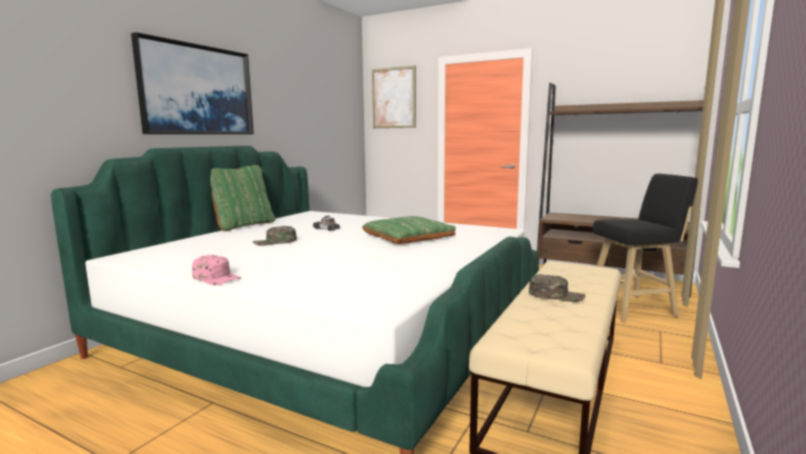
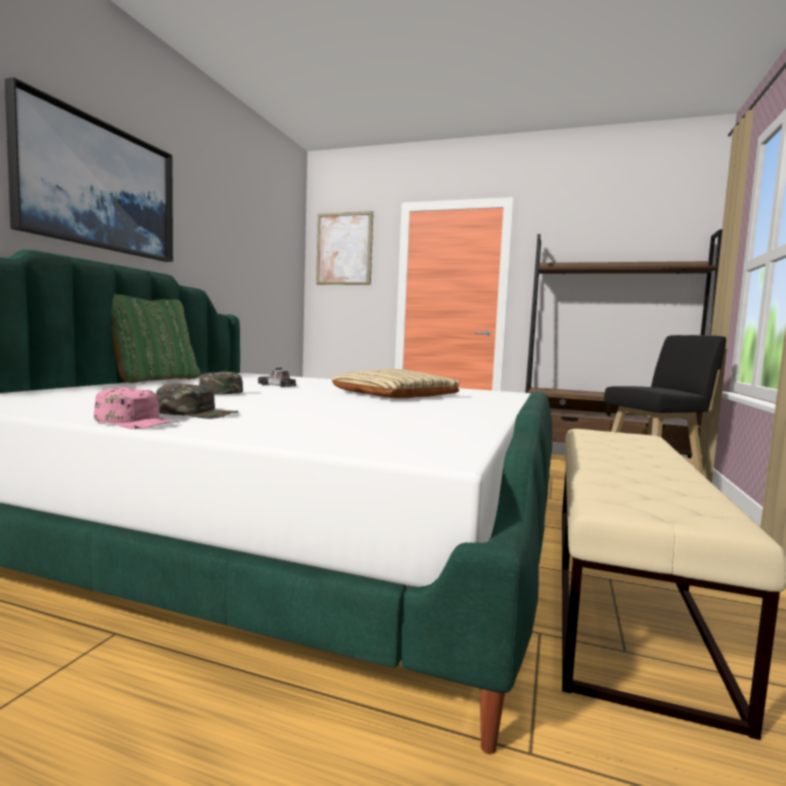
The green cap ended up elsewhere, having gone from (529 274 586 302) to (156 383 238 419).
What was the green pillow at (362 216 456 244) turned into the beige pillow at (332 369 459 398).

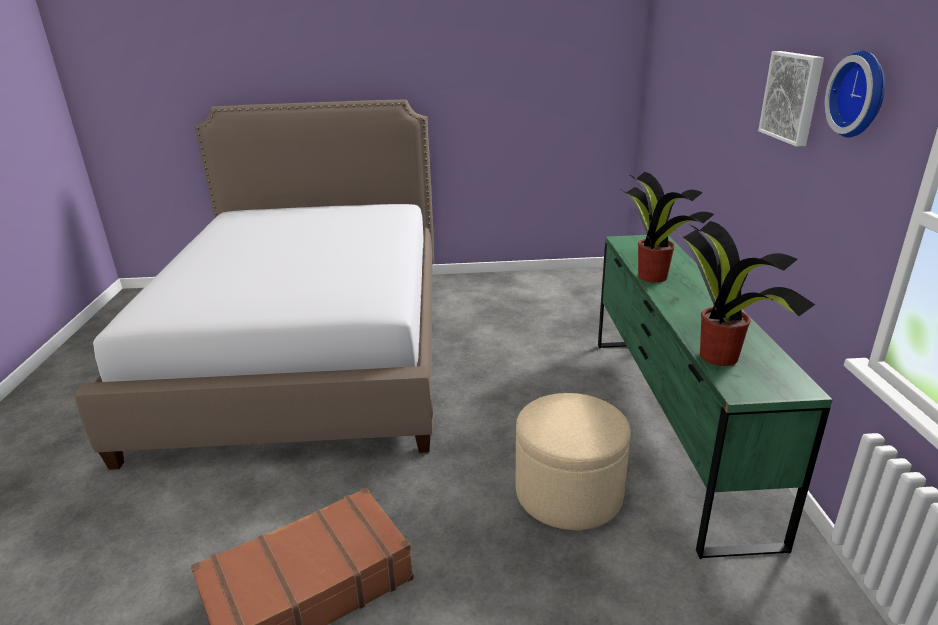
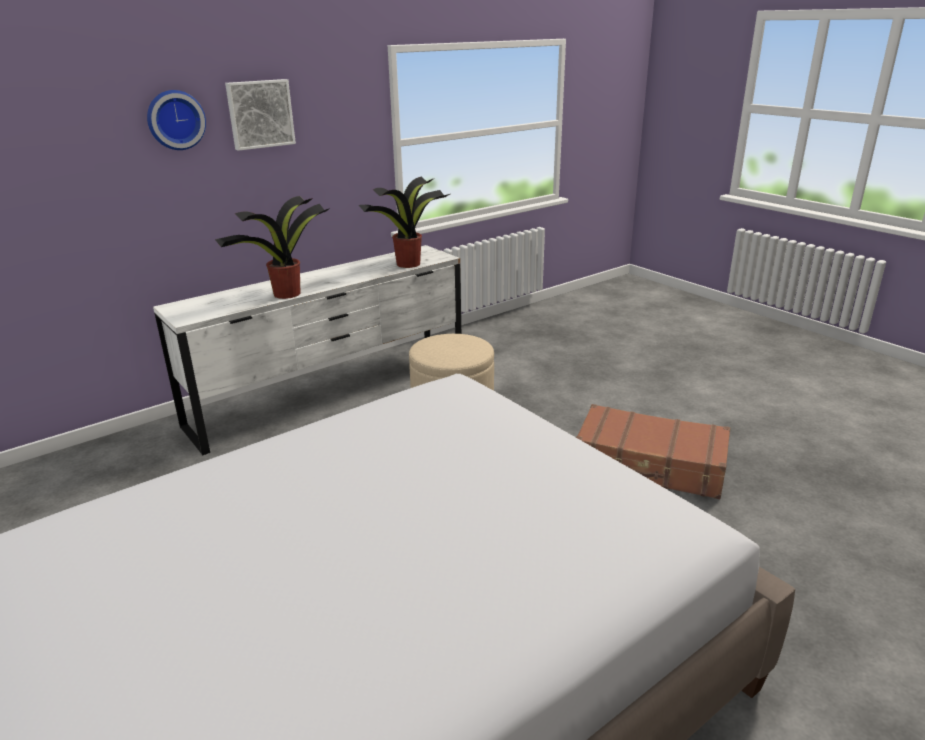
The wall clock ended up elsewhere, having gone from (825 50 885 138) to (147 90 206 150).
What was the green dresser at (598 235 833 559) turned into the white dresser at (153 245 461 456).

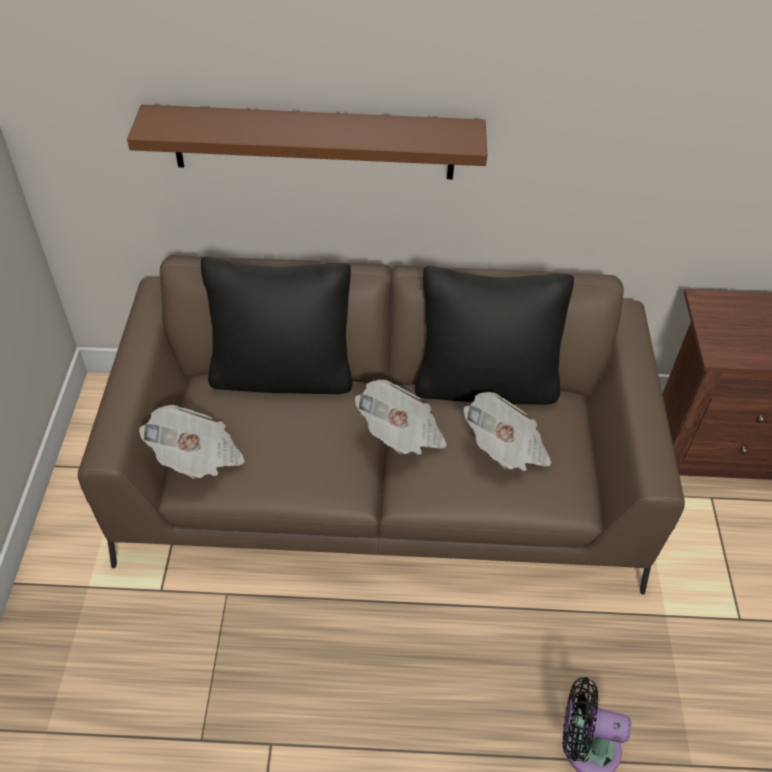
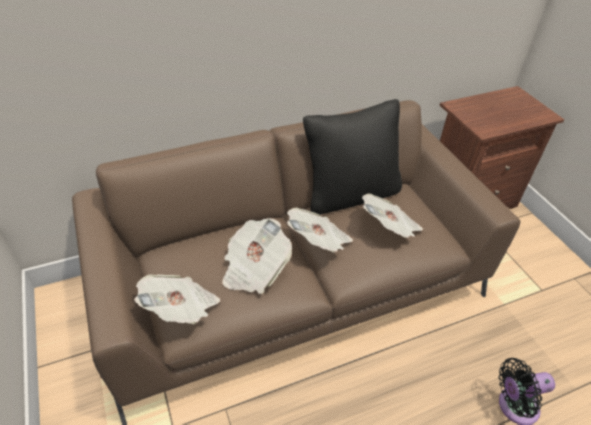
The second view lost the brown shelf at (127 104 487 179).
The second view lost the black pillow at (201 256 352 394).
The second view gained the newspaper at (222 218 292 294).

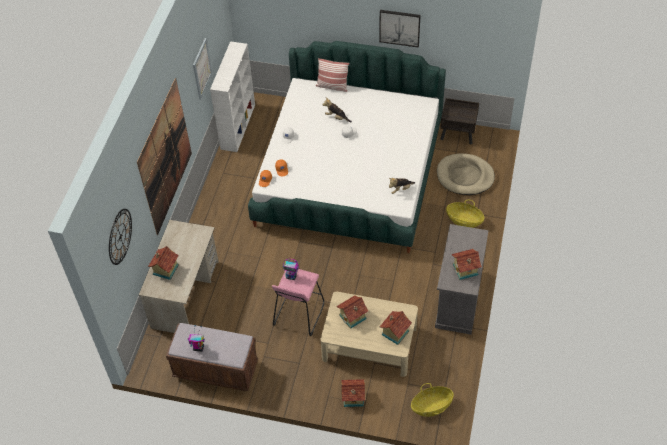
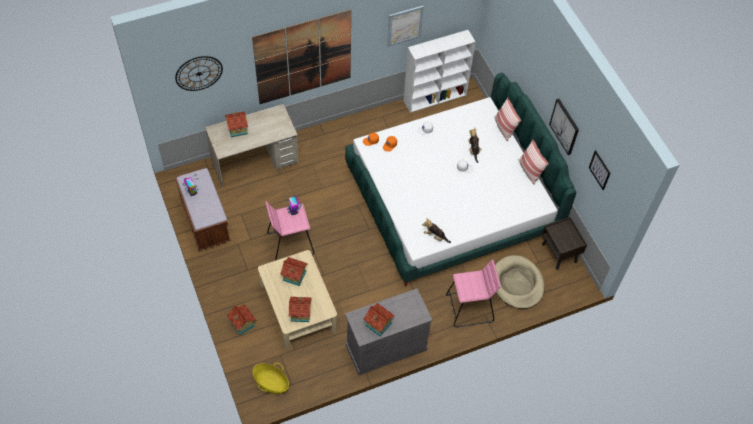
The second view gained the pillow at (519 140 549 185).
The second view gained the picture at (589 150 611 190).
Where the basket stood at (446 200 484 228), the pink stool came to stand at (446 259 501 327).

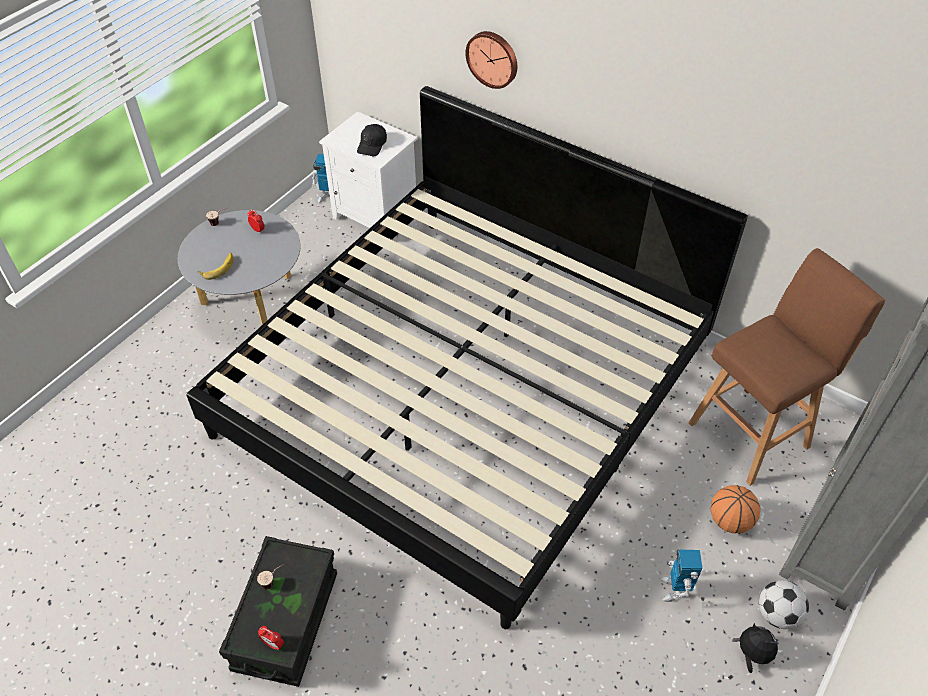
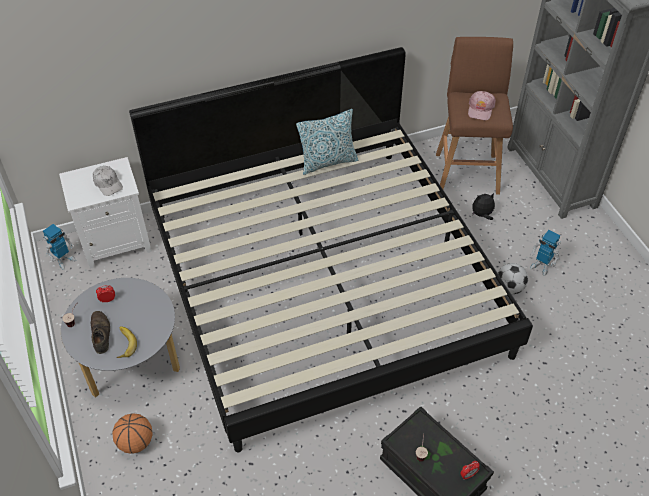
The second view lost the wall clock at (465 31 517 89).
The second view gained the brown shoe at (91 311 110 354).
The second view gained the pillow at (296 109 358 175).
The second view gained the pink cap at (468 91 496 120).
The basketball ended up elsewhere, having gone from (711 485 760 533) to (112 413 153 454).
The plush toy ended up elsewhere, having gone from (733 623 778 673) to (472 193 495 220).
The football ended up elsewhere, having gone from (759 580 809 629) to (498 263 528 294).
What was the black cap at (357 124 387 156) turned into the white cap at (93 166 123 196).

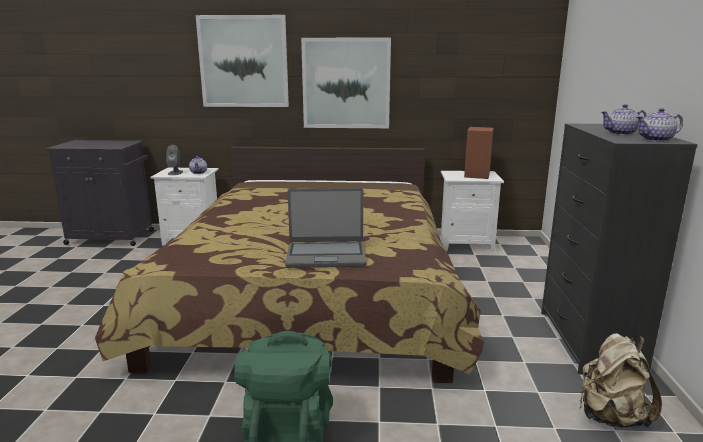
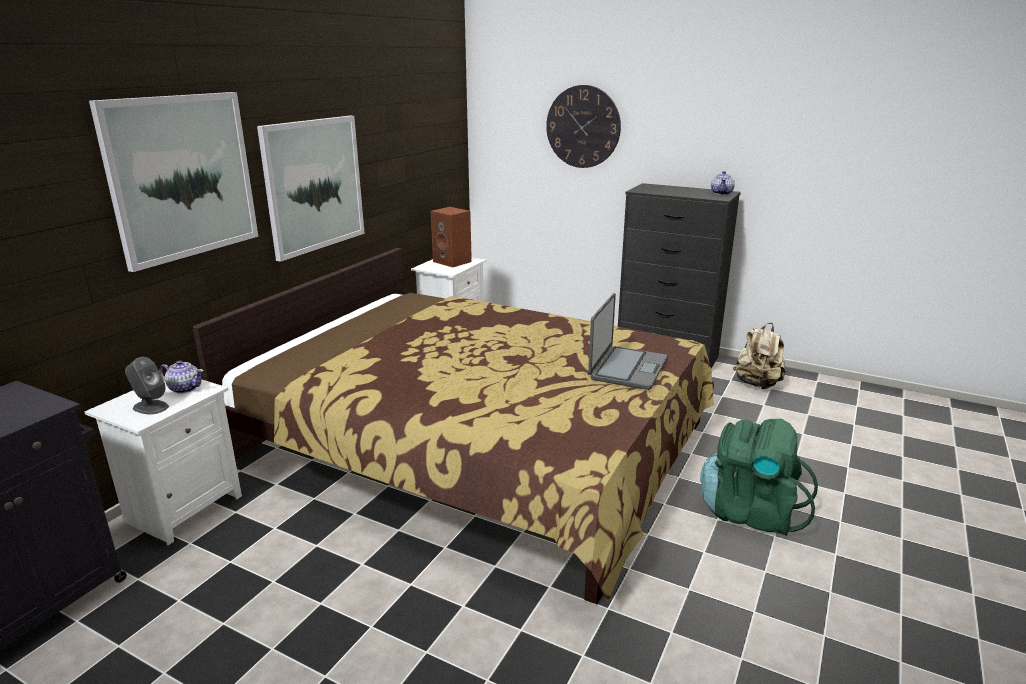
The second view lost the teapot at (601 104 647 135).
The second view gained the wall clock at (546 85 621 168).

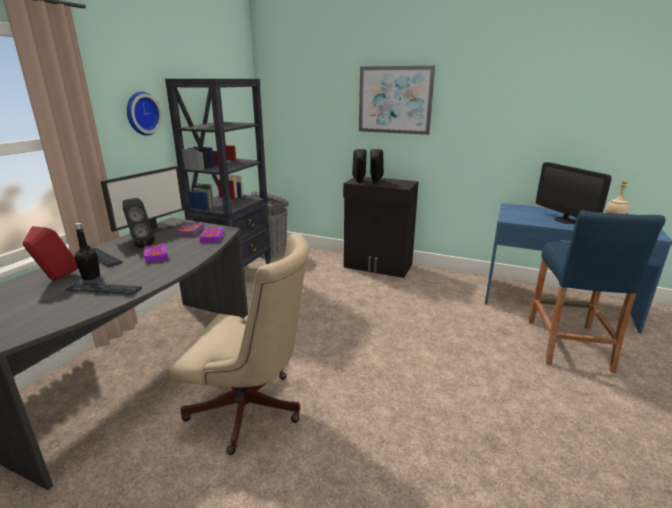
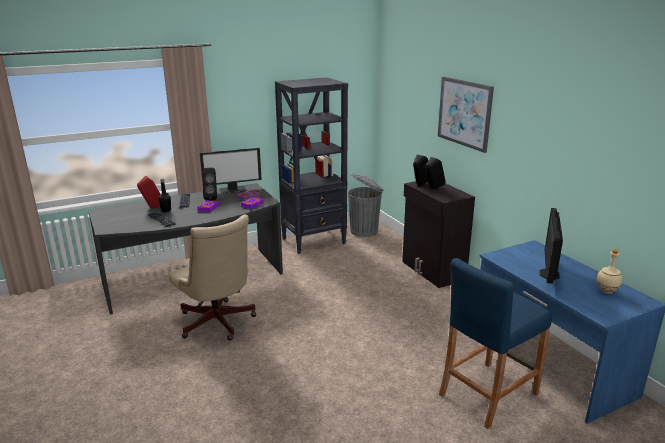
The second view lost the wall clock at (127 91 162 136).

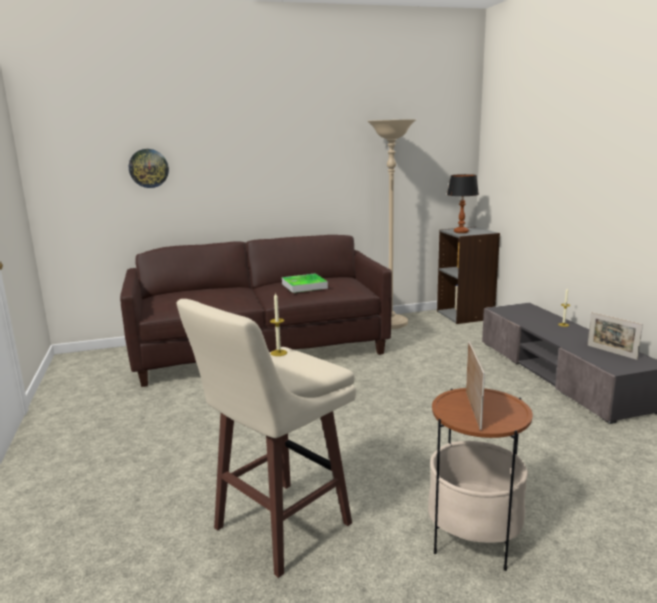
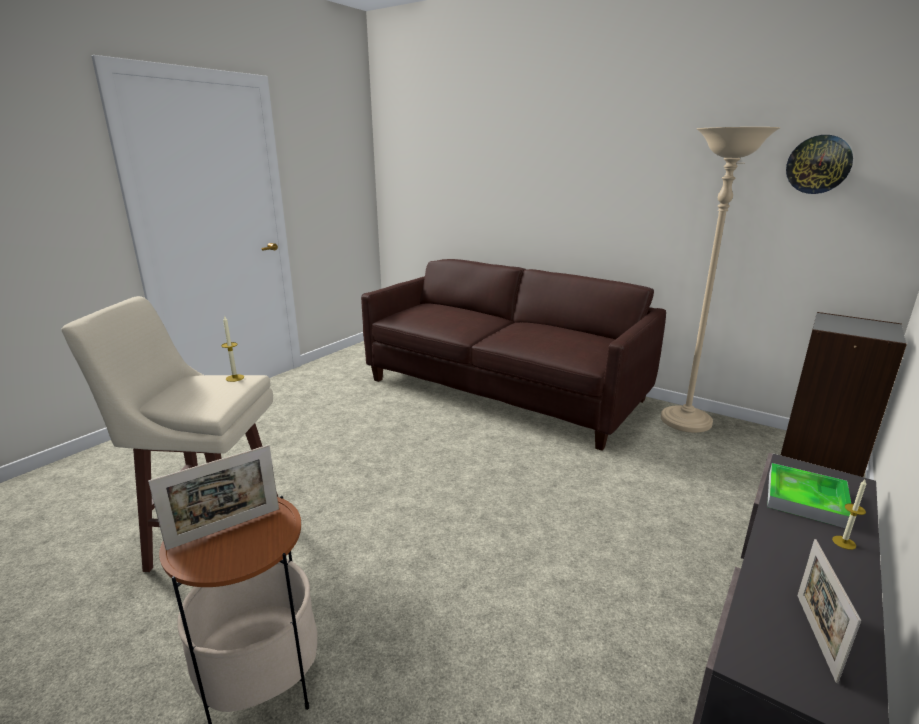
The second view lost the table lamp at (447 174 479 233).
The wall clock ended up elsewhere, having gone from (129 149 169 188) to (786 135 853 194).
The tray ended up elsewhere, having gone from (282 274 328 293) to (767 463 851 528).

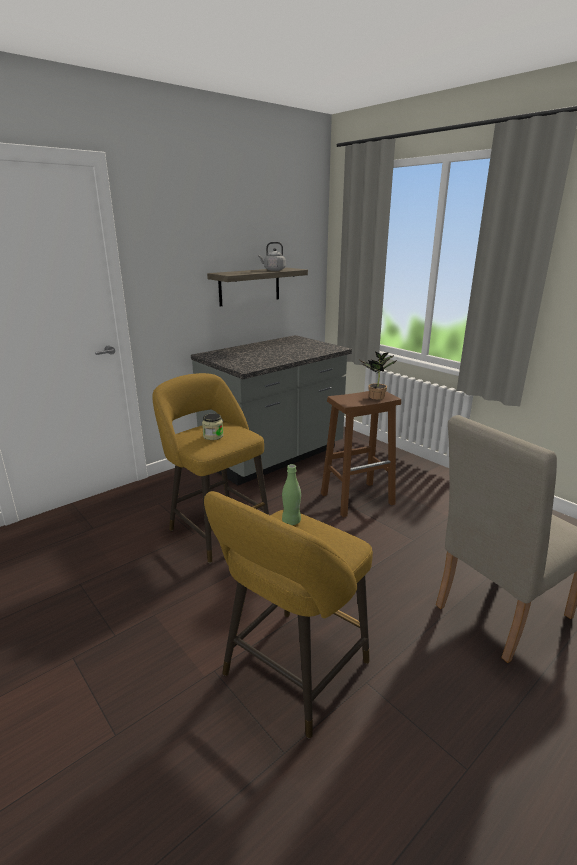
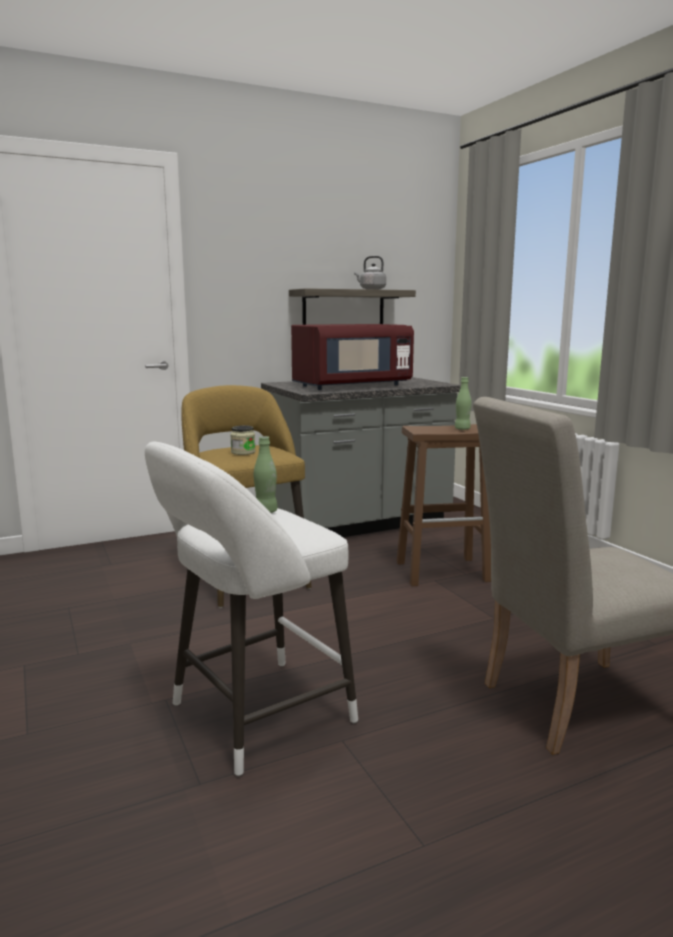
The second view gained the red microwave at (291 324 414 390).
Where the potted plant stood at (360 352 398 400), the green bottle came to stand at (455 377 472 430).
What was the yellow stool at (204 491 373 738) turned into the white stool at (145 441 358 776).

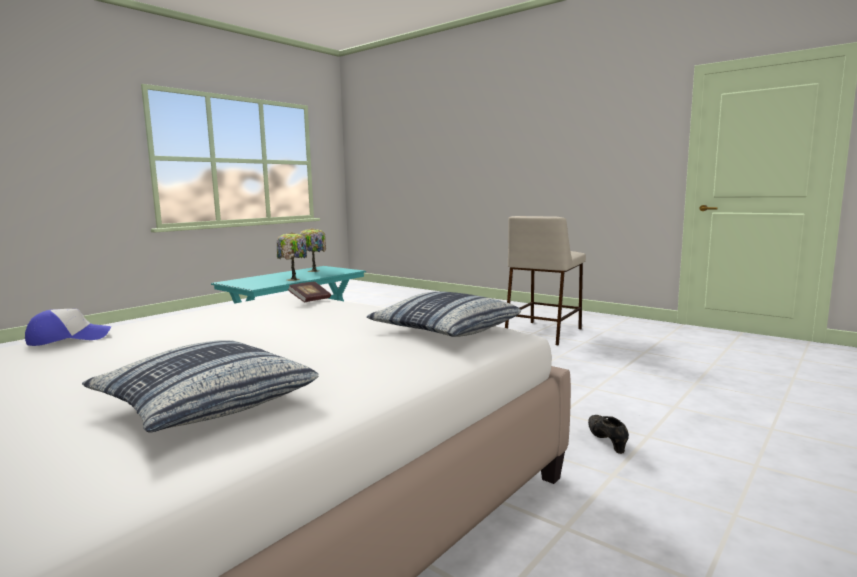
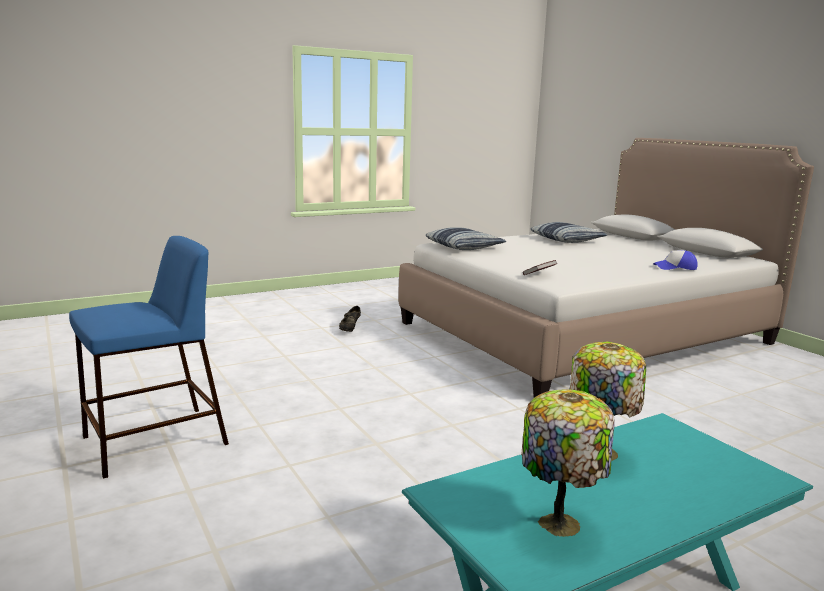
What was the beige stool at (505 216 586 345) turned into the blue stool at (69 236 229 479).

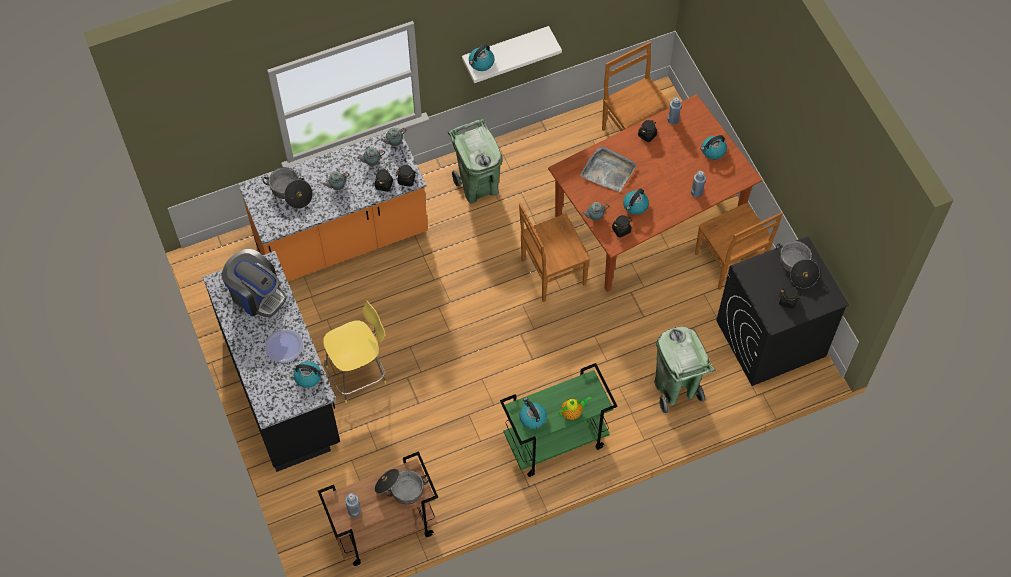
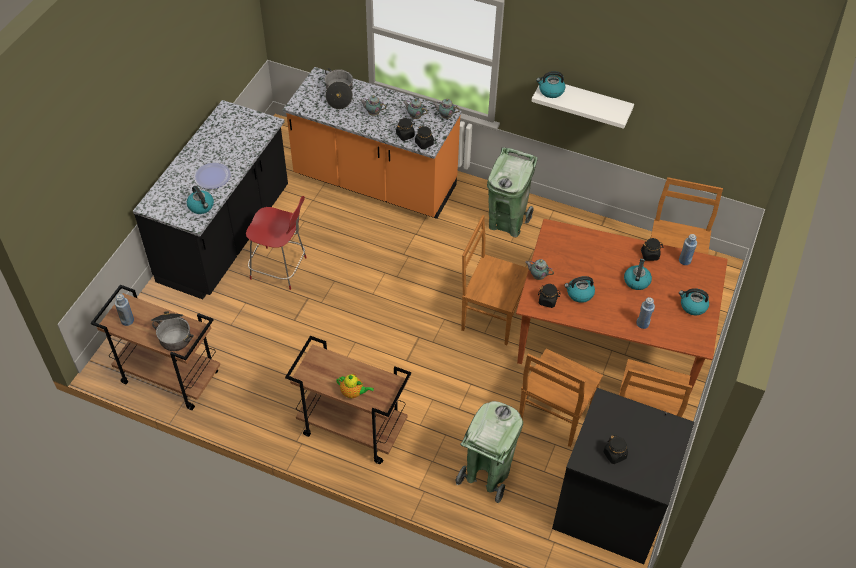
The second view lost the coffee machine at (222 249 287 317).
The second view lost the grey tray at (580 147 636 192).
The second view lost the cooking pot at (776 241 820 288).
The second view gained the brown chair at (519 349 603 447).
The kettle ended up elsewhere, having gone from (519 397 547 429) to (624 259 652 290).
What was the yellow stool at (323 301 387 403) turned into the red stool at (246 196 307 290).
What was the green cart at (500 363 617 477) turned into the brown cart at (285 336 411 464).

